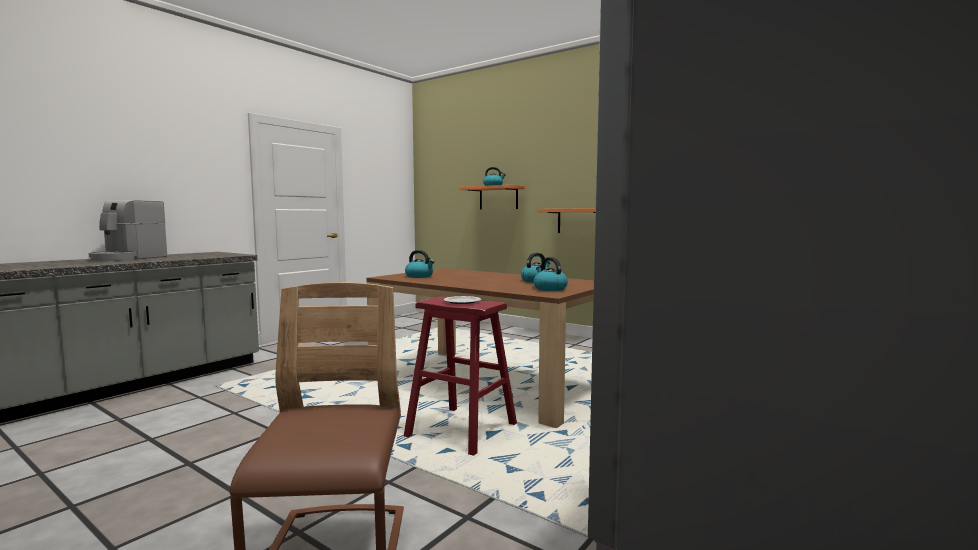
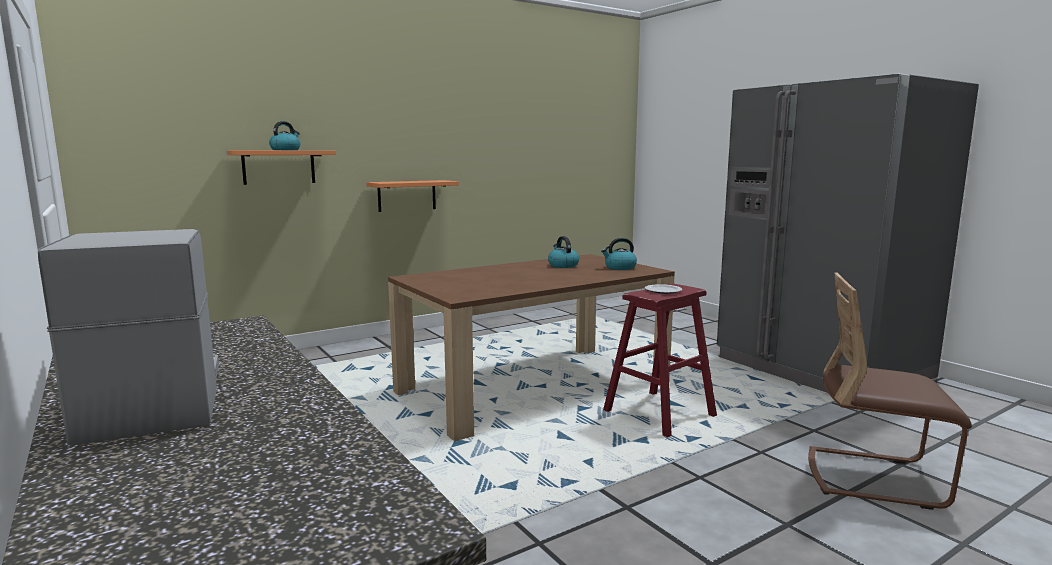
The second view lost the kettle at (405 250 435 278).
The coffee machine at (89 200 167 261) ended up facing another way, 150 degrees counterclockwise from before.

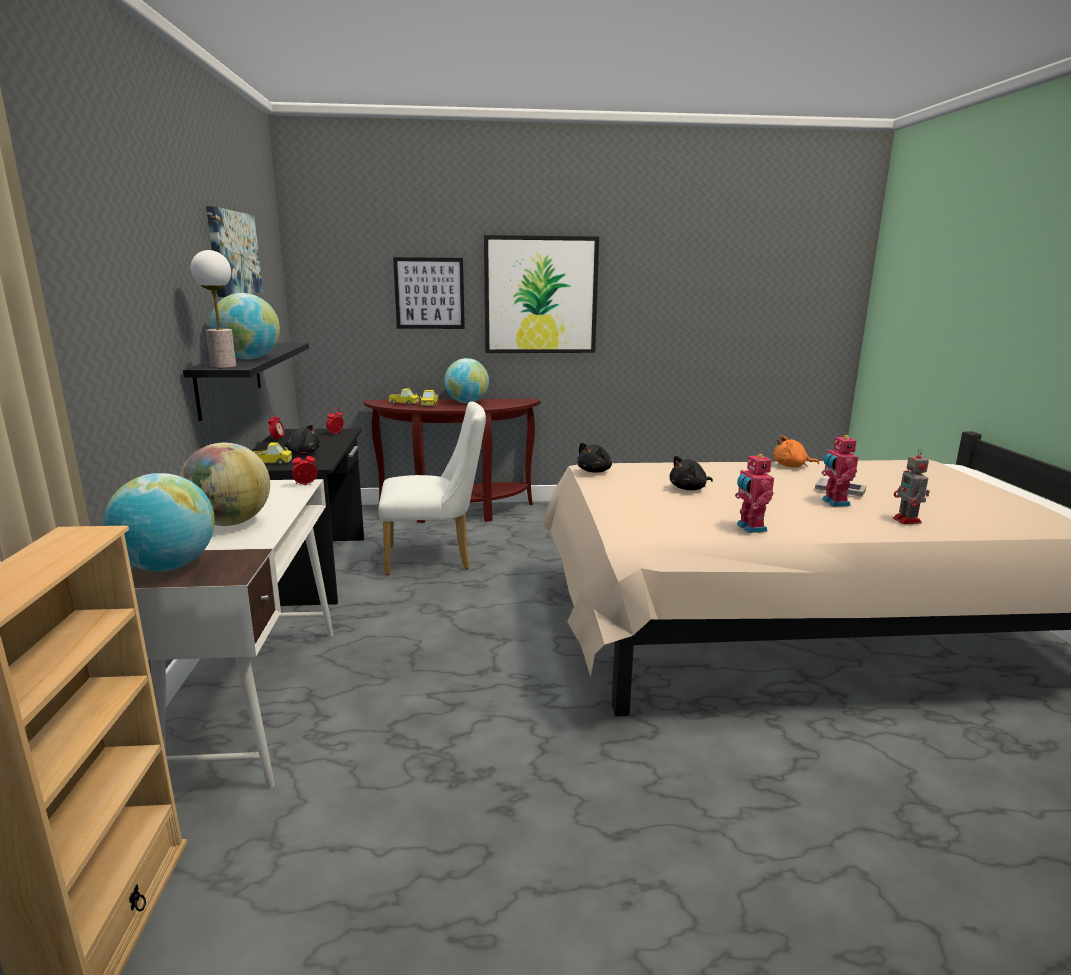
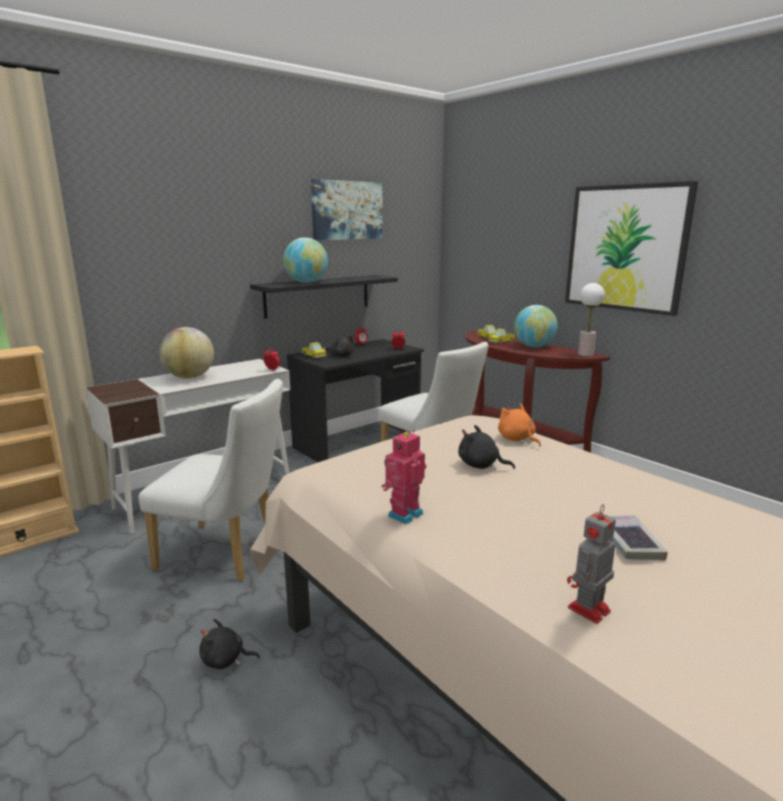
The second view lost the globe at (103 473 215 571).
The second view lost the picture at (393 257 465 329).
The second view lost the toy robot at (821 434 858 507).
The second view gained the white chair at (138 379 283 581).
The table lamp ended up elsewhere, having gone from (191 250 236 368) to (578 283 605 357).
The black plush toy ended up elsewhere, having gone from (577 442 612 473) to (199 619 260 669).
The orange plush toy ended up elsewhere, having gone from (773 435 819 467) to (498 403 541 446).

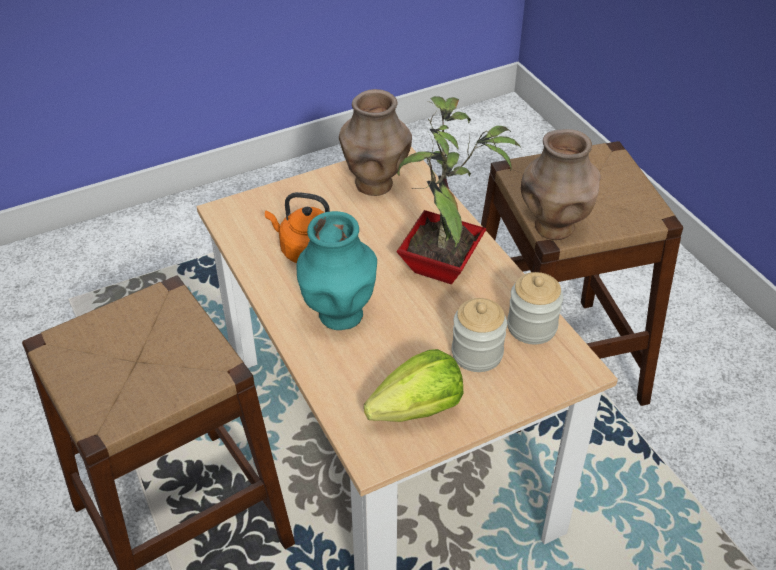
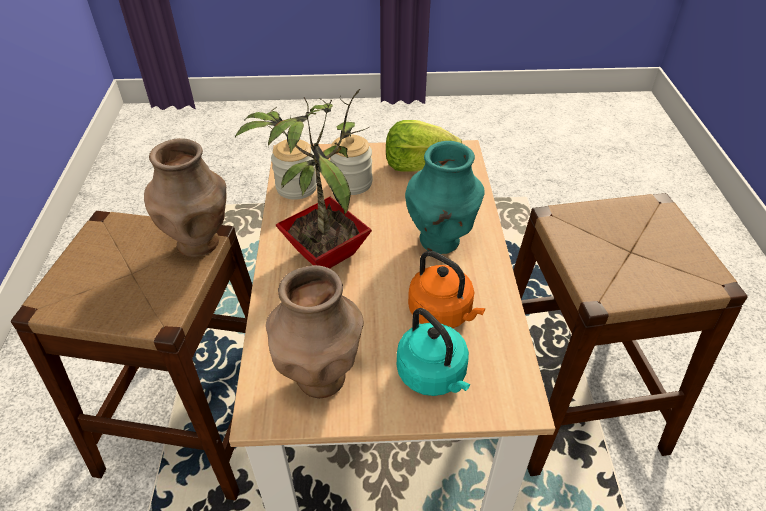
The second view gained the turquoise kettle at (397 308 470 396).

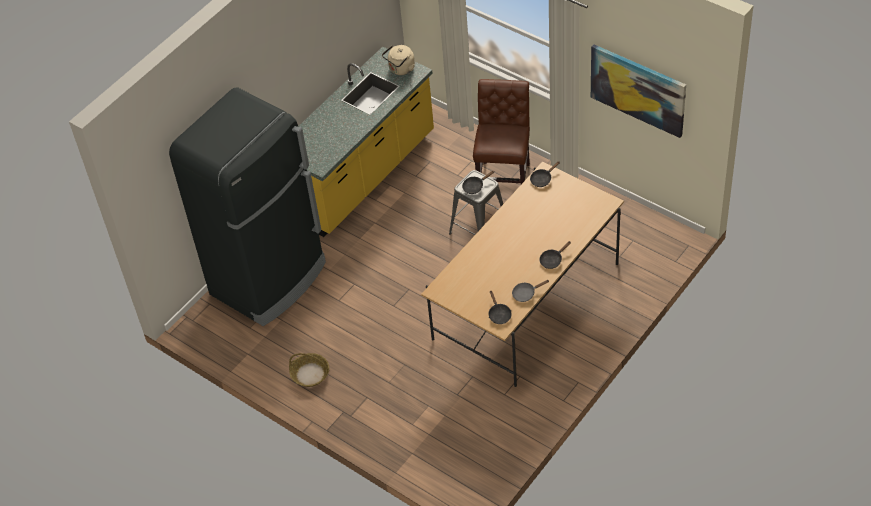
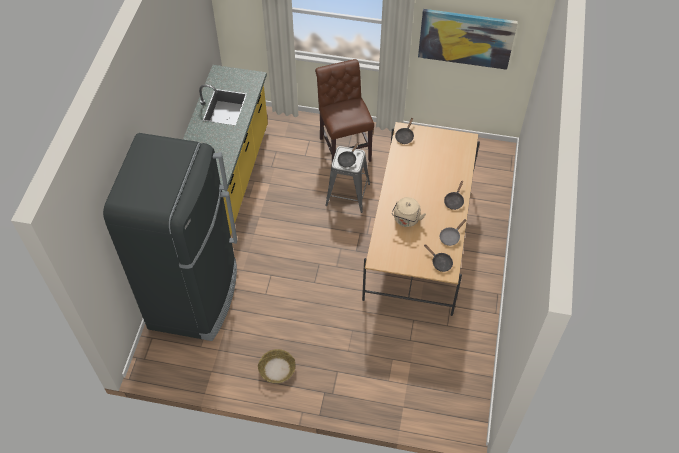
The beige kettle ended up elsewhere, having gone from (382 45 415 75) to (392 197 426 227).

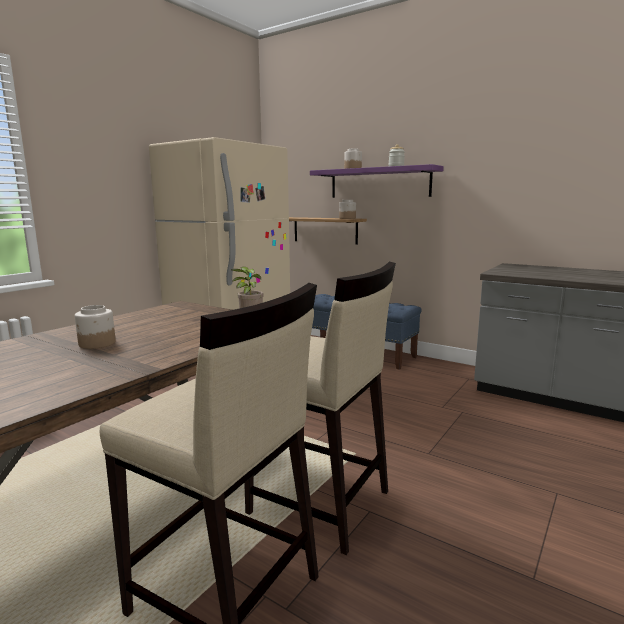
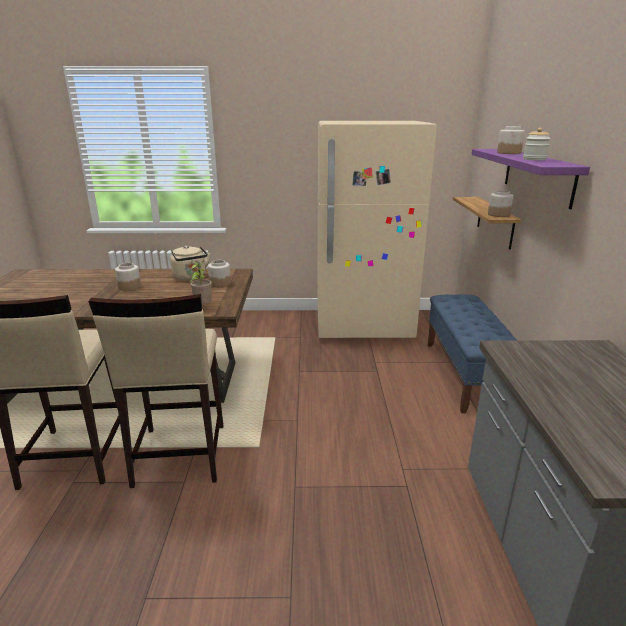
The second view gained the beige kettle at (170 246 210 280).
The second view gained the jar at (208 260 231 287).

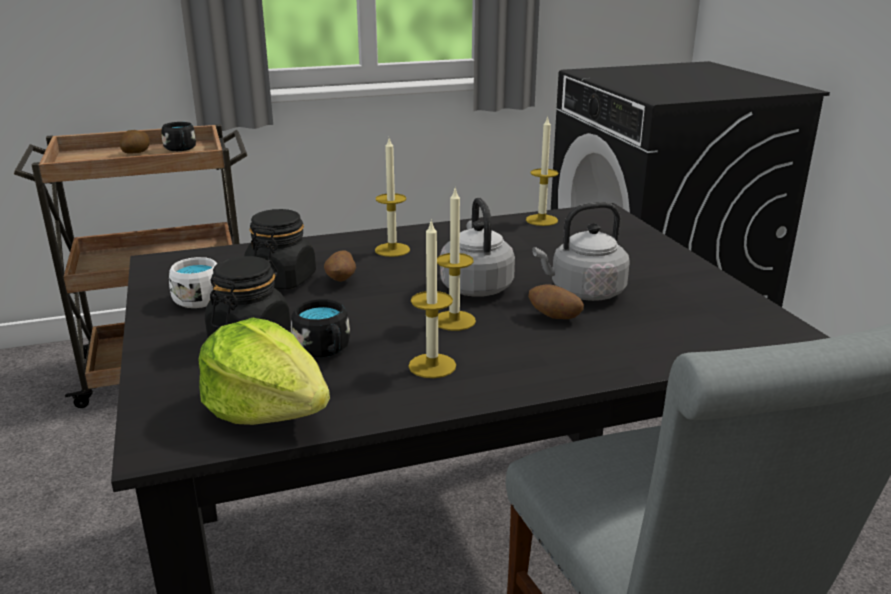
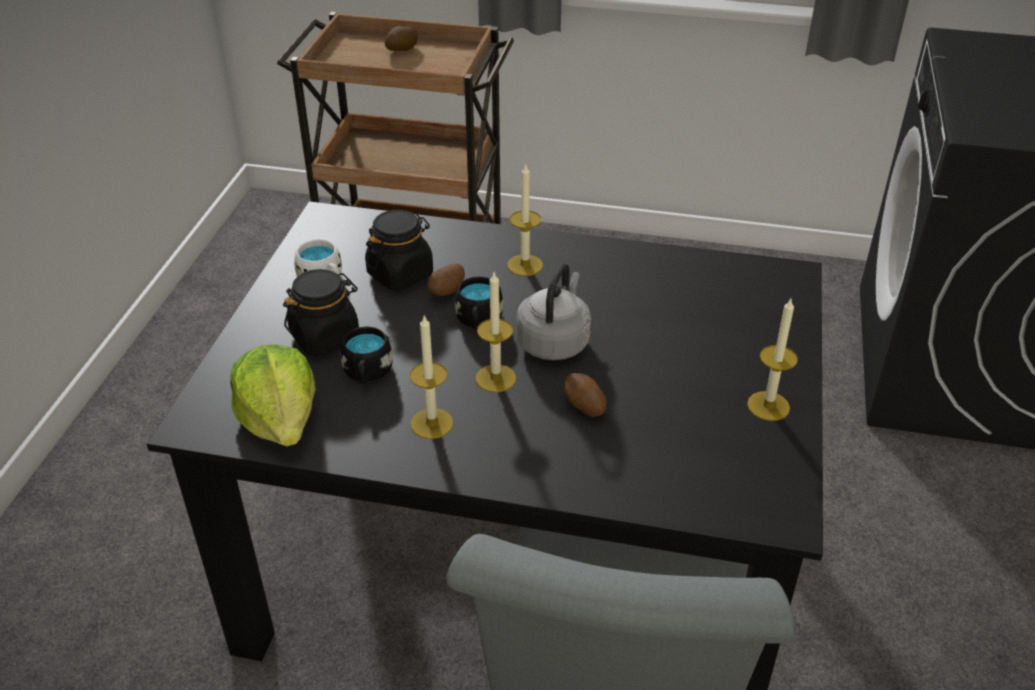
The second view lost the grey kettle at (532 202 629 301).
The black mug ended up elsewhere, having gone from (161 122 196 151) to (455 276 503 329).
The candle ended up elsewhere, having gone from (526 116 559 226) to (747 299 798 421).

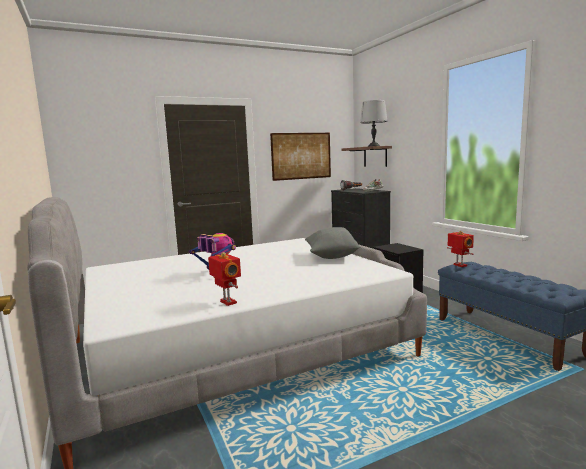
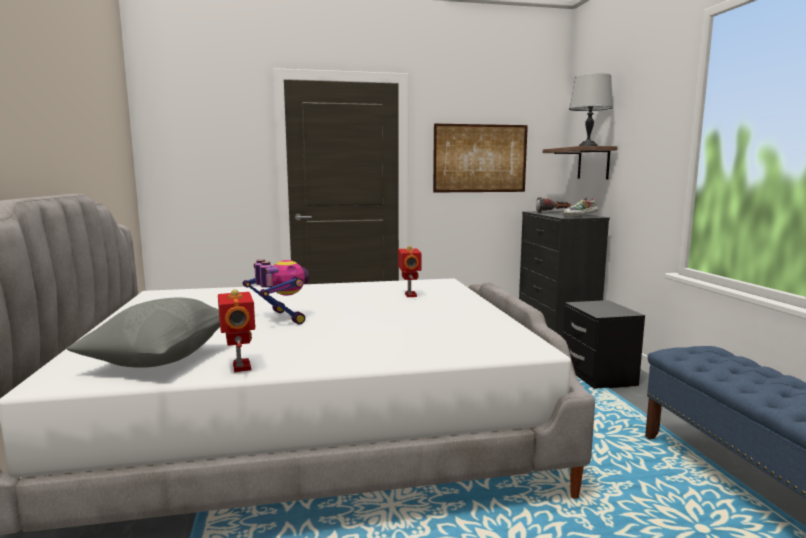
The grey pillow ended up elsewhere, having gone from (305 227 360 259) to (66 297 220 367).
The toy robot ended up elsewhere, having gone from (447 231 474 267) to (398 245 422 297).

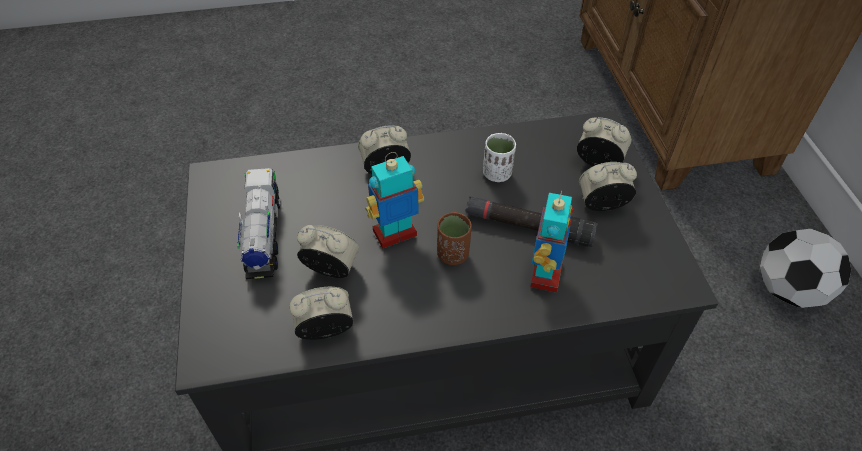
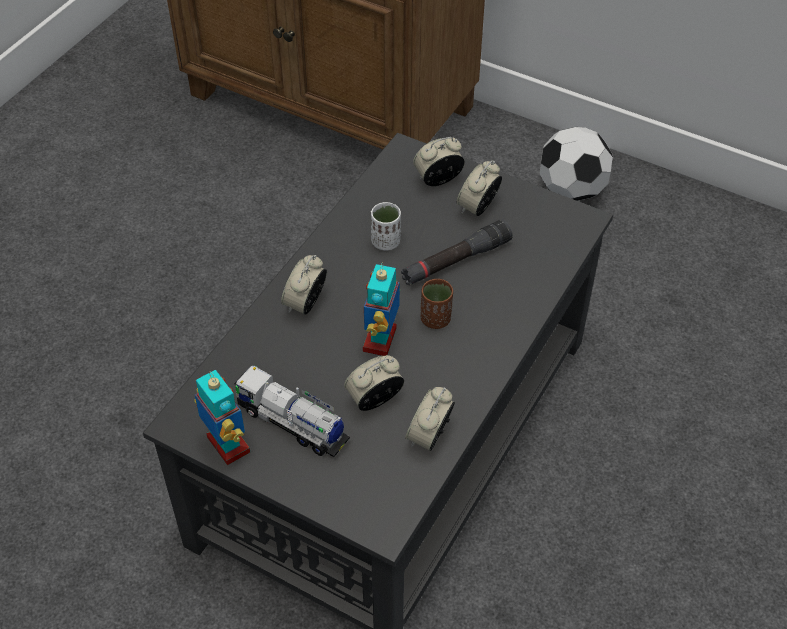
The toy robot ended up elsewhere, having gone from (531 190 573 293) to (194 370 250 465).

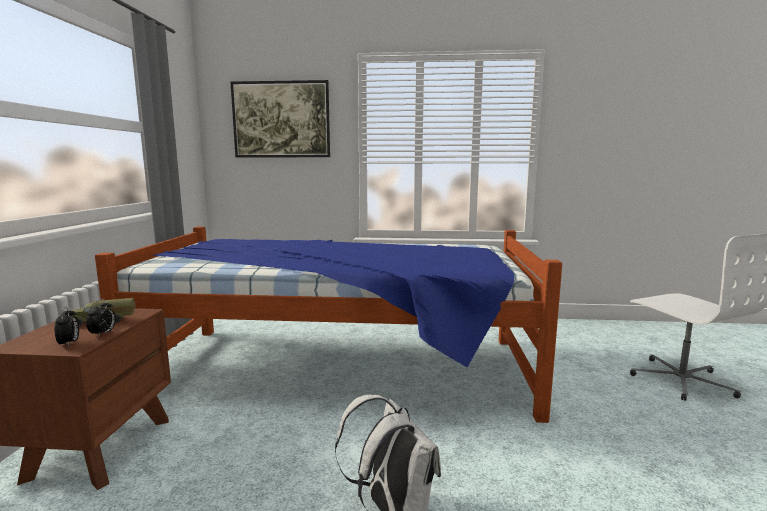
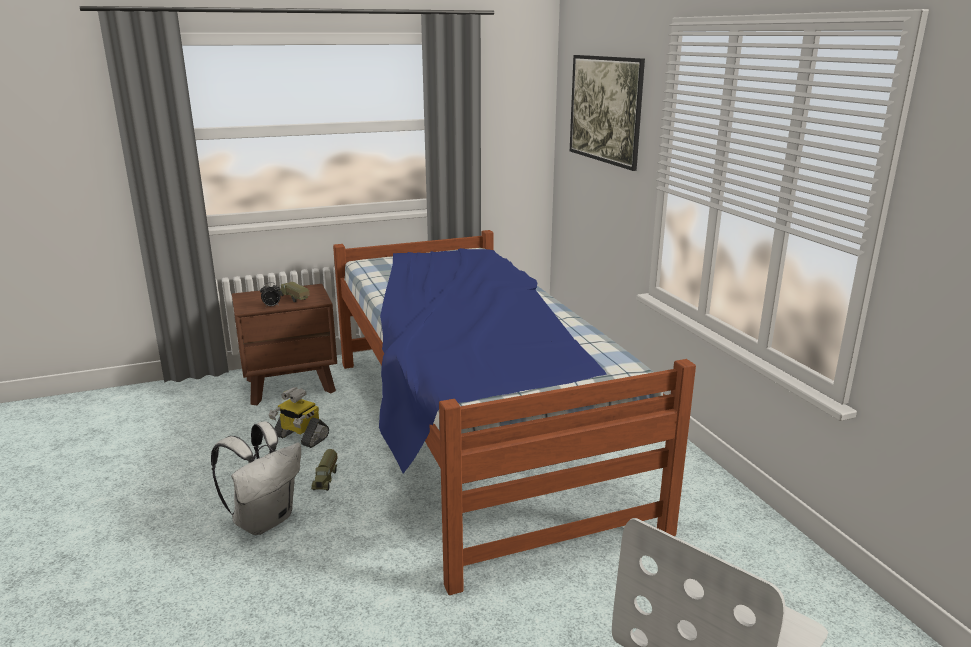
The second view lost the alarm clock at (55 307 79 347).
The second view gained the toy robot at (268 387 329 448).
The second view gained the toy truck at (311 449 338 491).

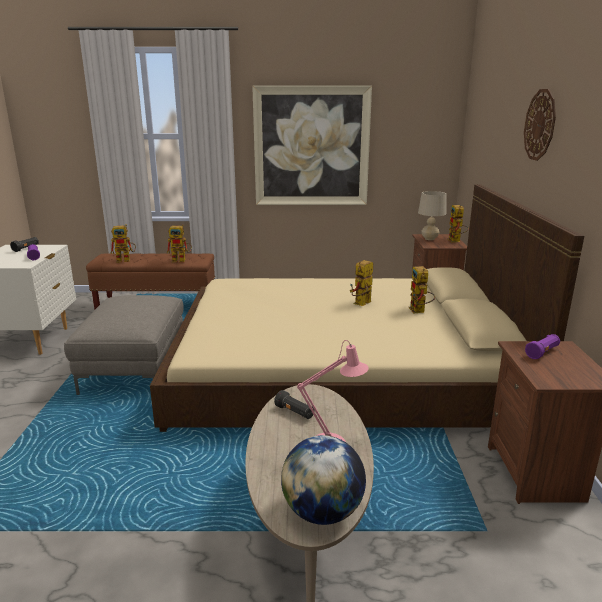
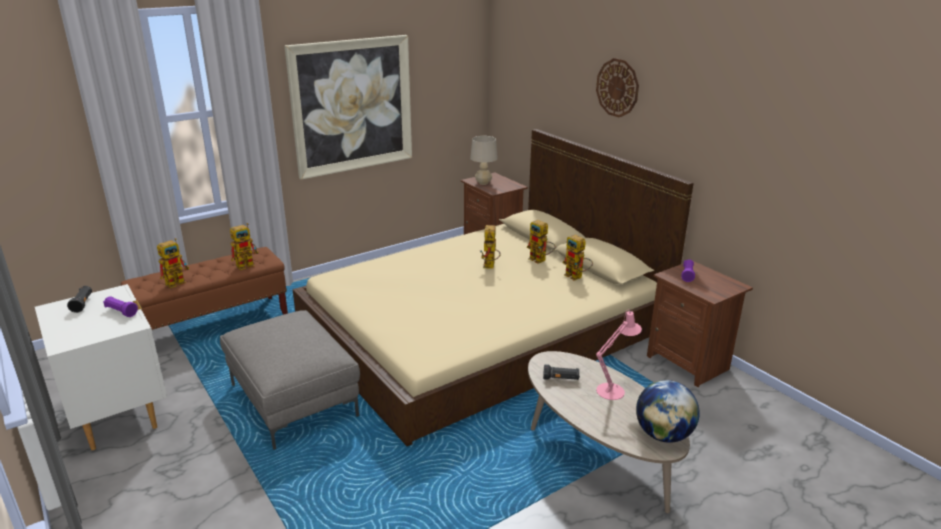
The toy robot ended up elsewhere, having gone from (448 205 469 242) to (563 235 593 281).

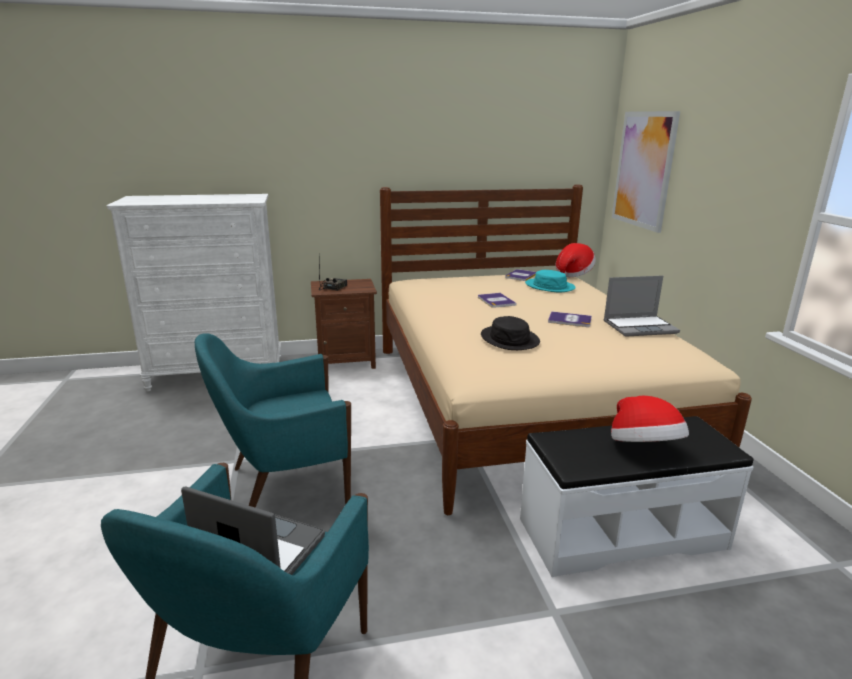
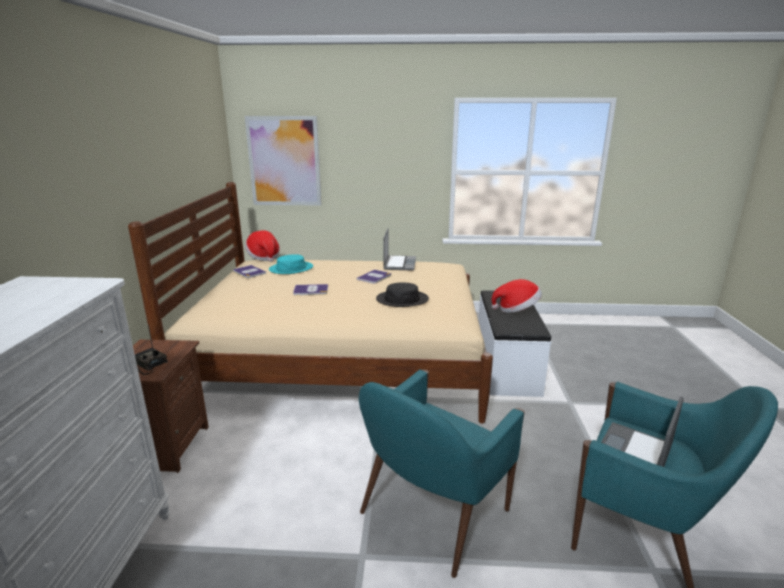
The turquoise armchair at (195 333 351 508) ended up facing another way, 45 degrees clockwise from before.

